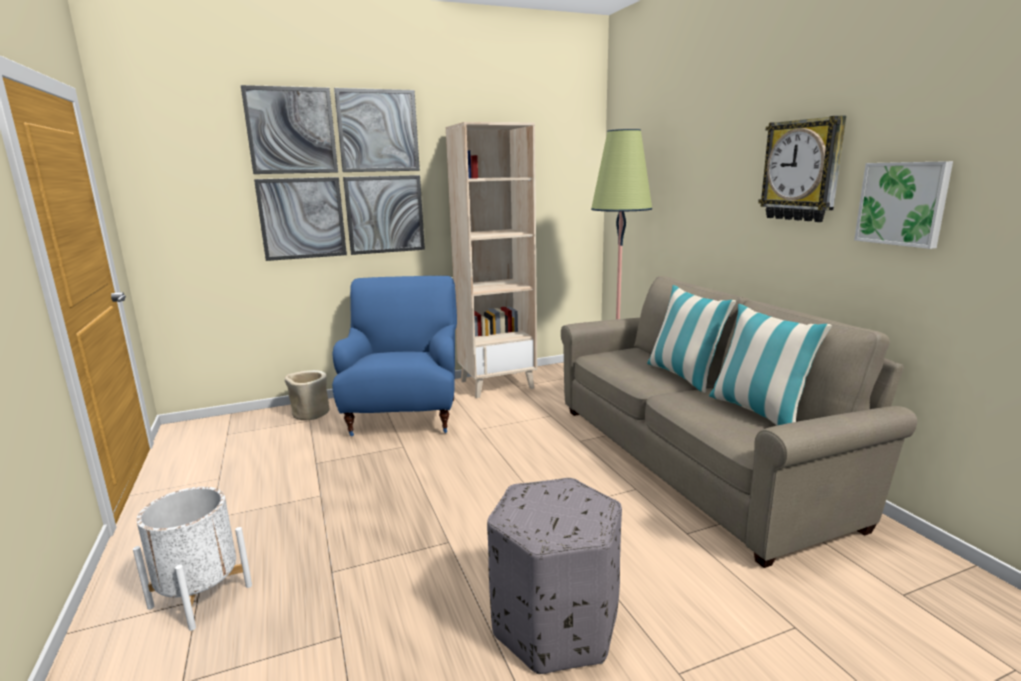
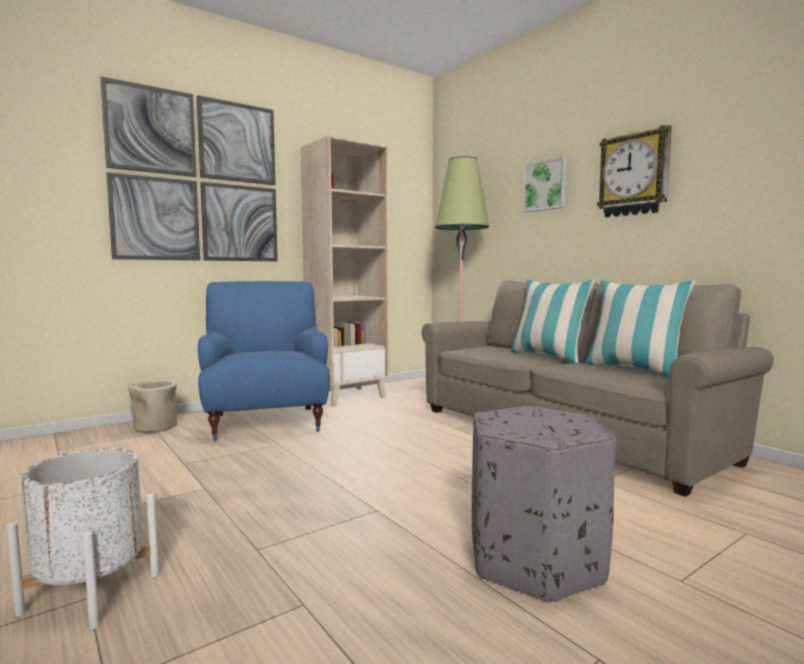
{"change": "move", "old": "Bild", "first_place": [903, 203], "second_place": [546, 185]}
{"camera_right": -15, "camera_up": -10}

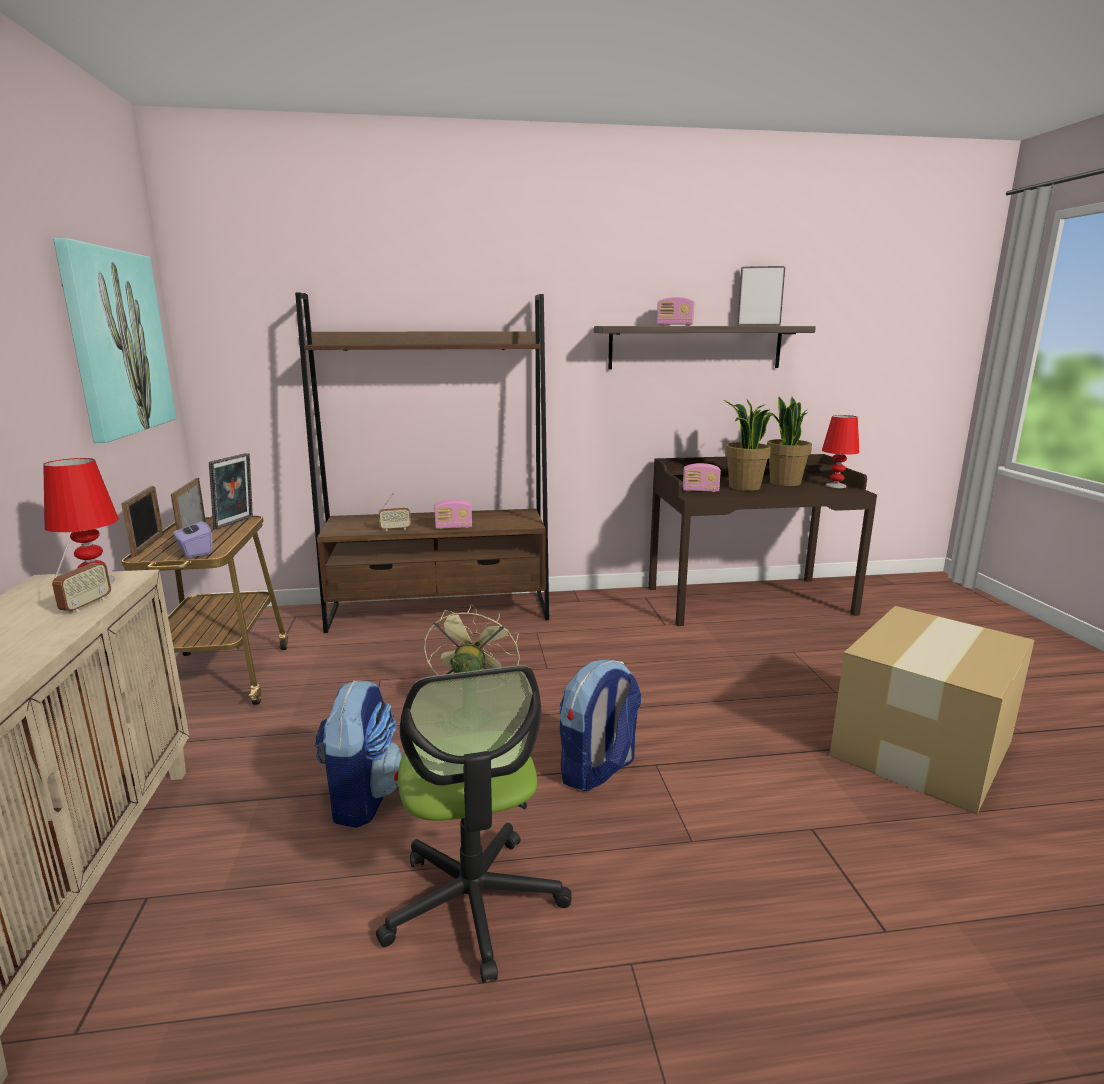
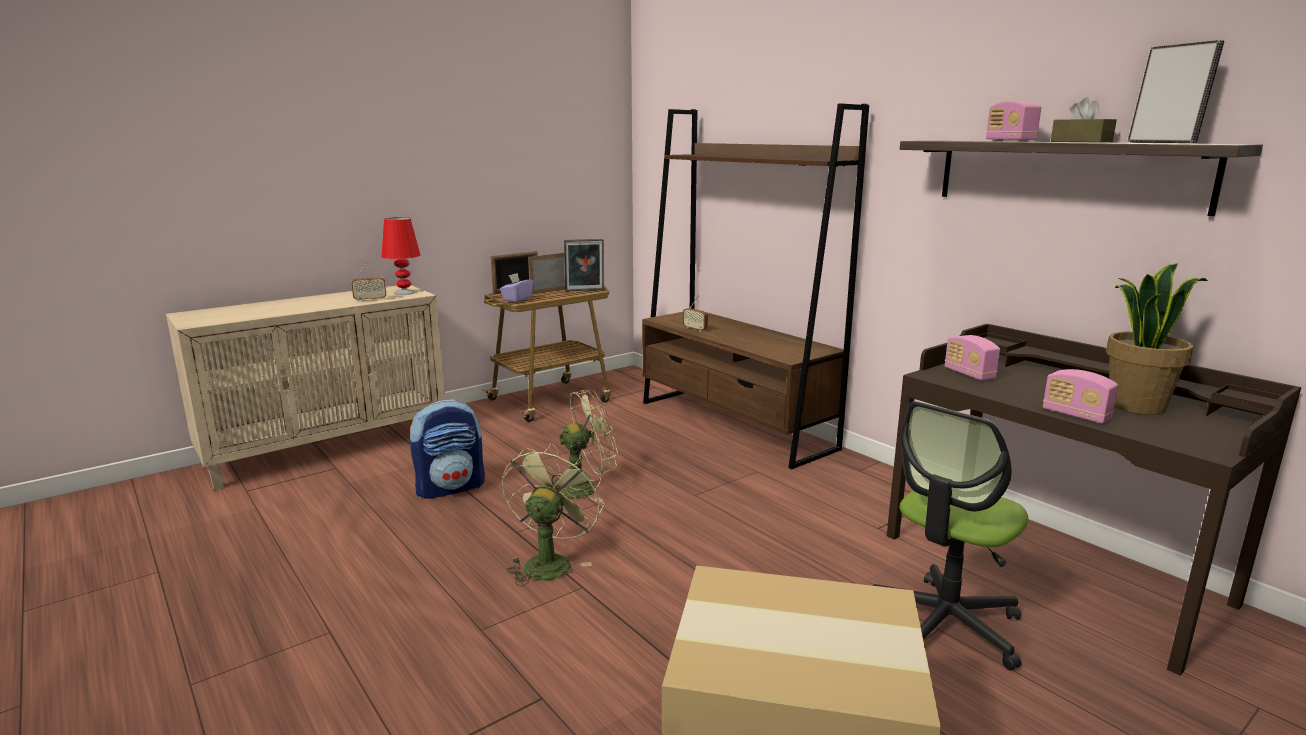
{"change": "delete", "old": "Bild", "first_place": [117, 342]}
{"change": "move", "old": "Bürostuhl", "first_place": [474, 903], "second_place": [944, 623]}
{"change": "move", "old": "Radio", "first_place": [453, 527], "second_place": [1076, 415]}
{"change": "replace", "old": "Rucksack", "new": "Ventilator (grün)", "first_place": [598, 771], "second_place": [549, 562]}
{"change": "delete", "old": "Topfpflanze", "first_place": [744, 487]}
{"change": "delete", "old": "Tischlampe (rot)", "first_place": [836, 486]}
{"change": "insert", "new": "Taschentuchbox (braun)", "second_place": [1081, 142]}
{"camera_right": 60, "camera_up": 0}

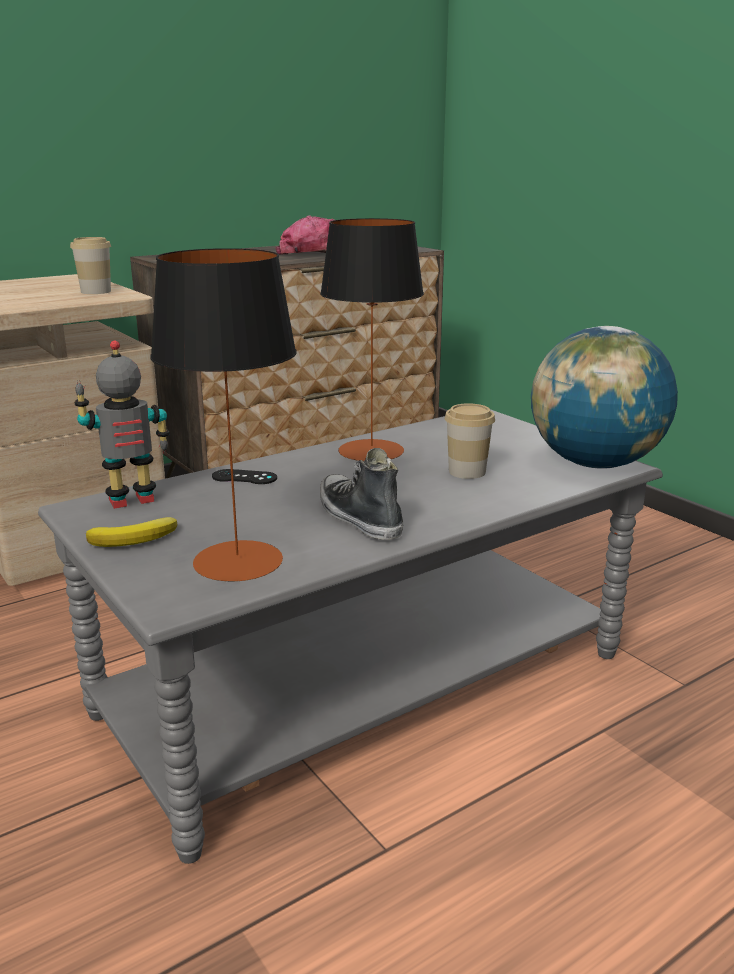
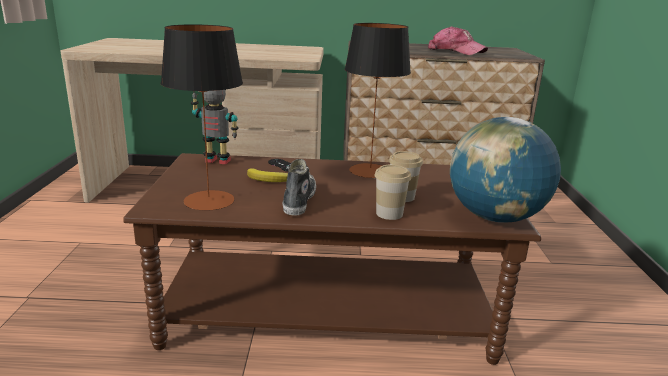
{"change": "recolor", "old": "Couchtisch (grau)", "new": "Couchtisch (braun)", "first_place": [365, 684], "second_place": [327, 310]}
{"change": "move", "old": "Tasse", "first_place": [96, 291], "second_place": [389, 214]}
{"change": "move", "old": "Banane", "first_place": [137, 538], "second_place": [270, 179]}
{"camera_right": 35, "camera_up": 0}

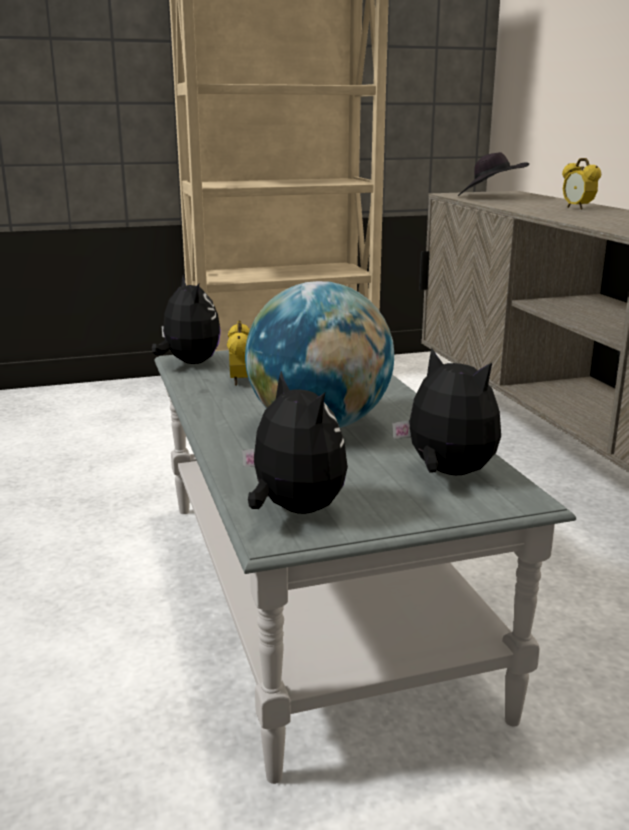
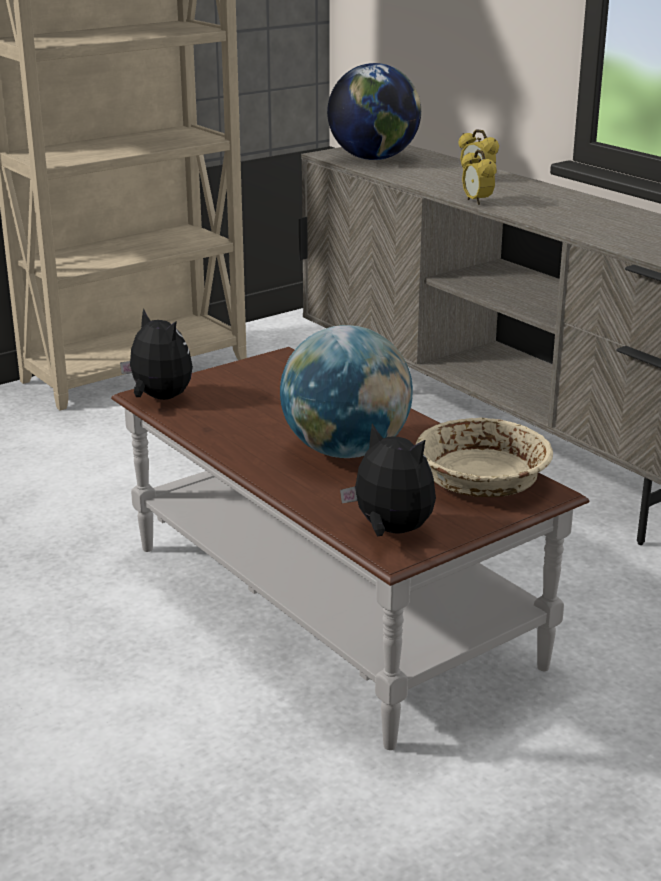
{"change": "recolor", "old": "Couchtisch (grau)", "new": "Couchtisch (braun)", "first_place": [314, 595], "second_place": [330, 604]}
{"change": "move", "old": "Wecker", "first_place": [241, 381], "second_place": [477, 202]}
{"change": "replace", "old": "Plüschtier", "new": "Schüssel (beige)", "first_place": [447, 473], "second_place": [480, 480]}
{"change": "replace", "old": "Hut (schwarz)", "new": "Globus", "first_place": [490, 197], "second_place": [373, 158]}
{"camera_right": -20, "camera_up": 5}

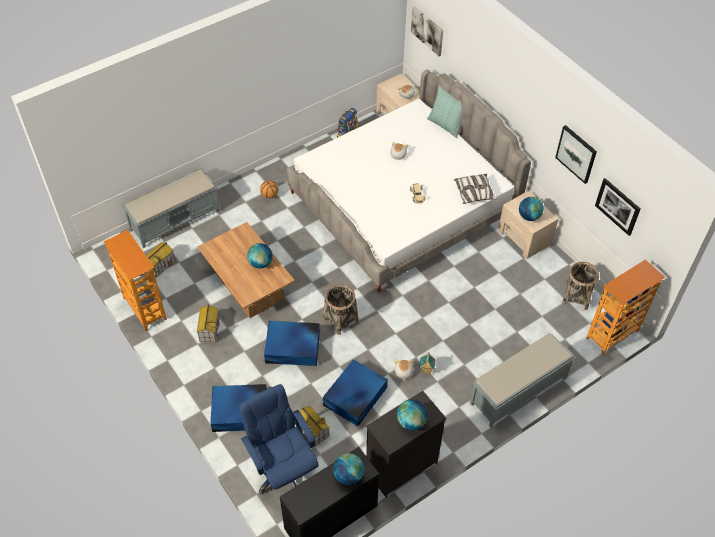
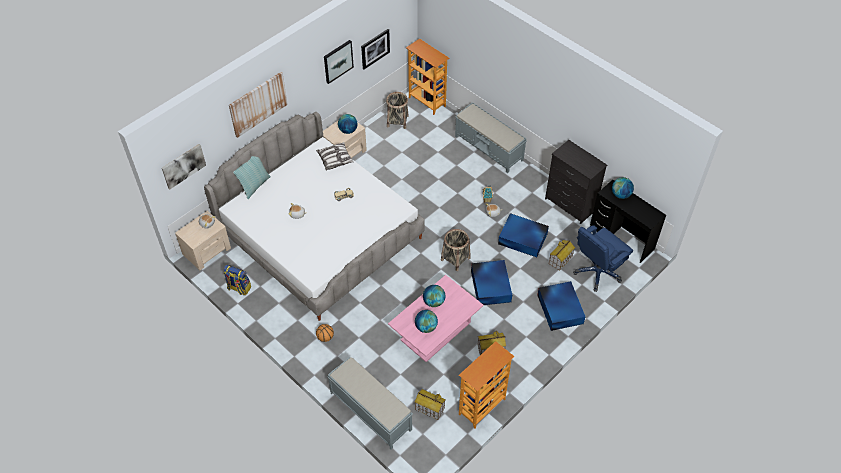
{"change": "recolor", "old": "Couchtisch (braun)", "new": "Couchtisch (rosa)", "first_place": [248, 285], "second_place": [435, 331]}
{"change": "move", "old": "Globus", "first_place": [411, 422], "second_place": [426, 327]}
{"change": "insert", "new": "Bild", "second_place": [258, 104]}
{"camera_right": -100, "camera_up": 0}

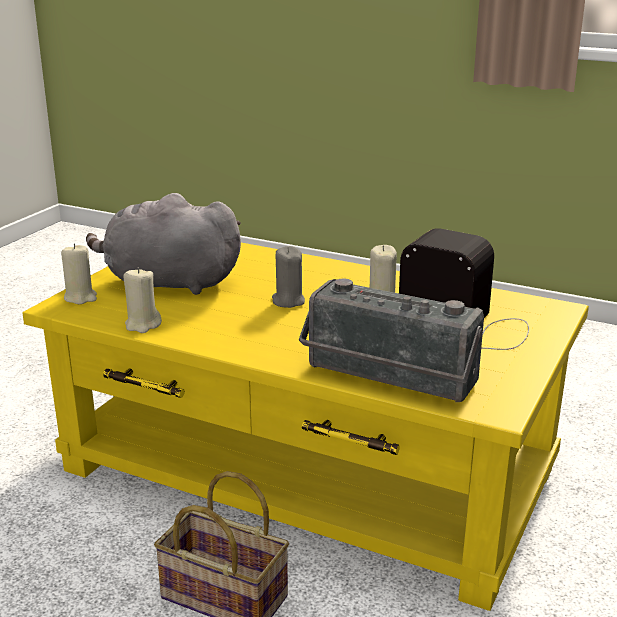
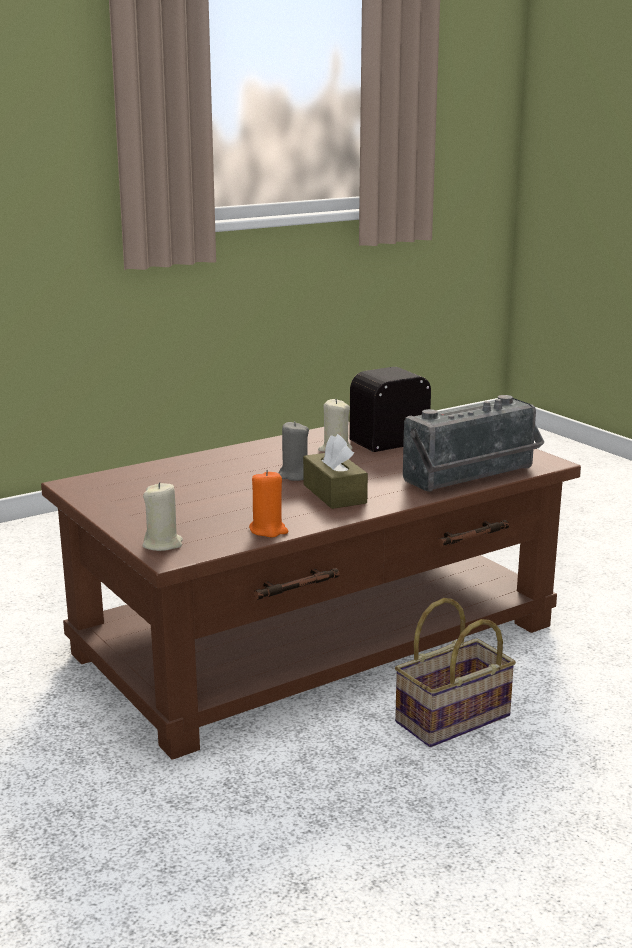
{"change": "recolor", "old": "Couchtisch (gelb)", "new": "Couchtisch (braun)", "first_place": [306, 469], "second_place": [314, 639]}
{"change": "delete", "old": "Plüschtier (grau)", "first_place": [167, 283]}
{"change": "recolor", "old": "Kerze (beige)", "new": "Kerze (orange)", "first_place": [143, 325], "second_place": [268, 530]}
{"change": "insert", "new": "Taschentuchbox (braun)", "second_place": [334, 494]}
{"camera_right": -60, "camera_up": -5}

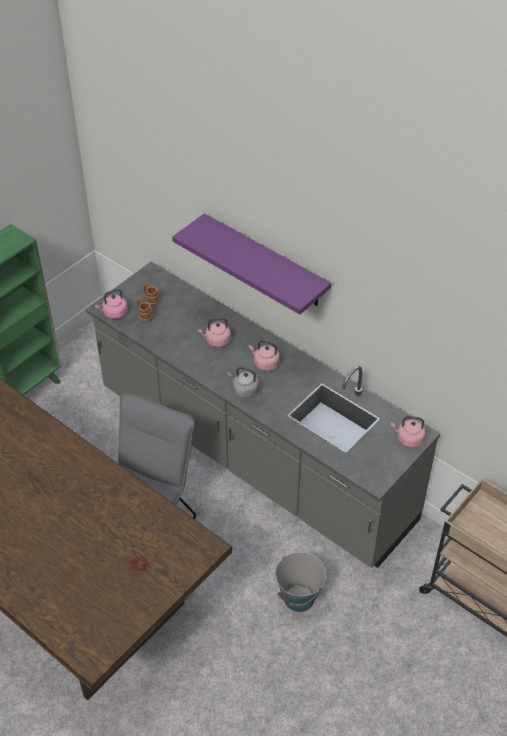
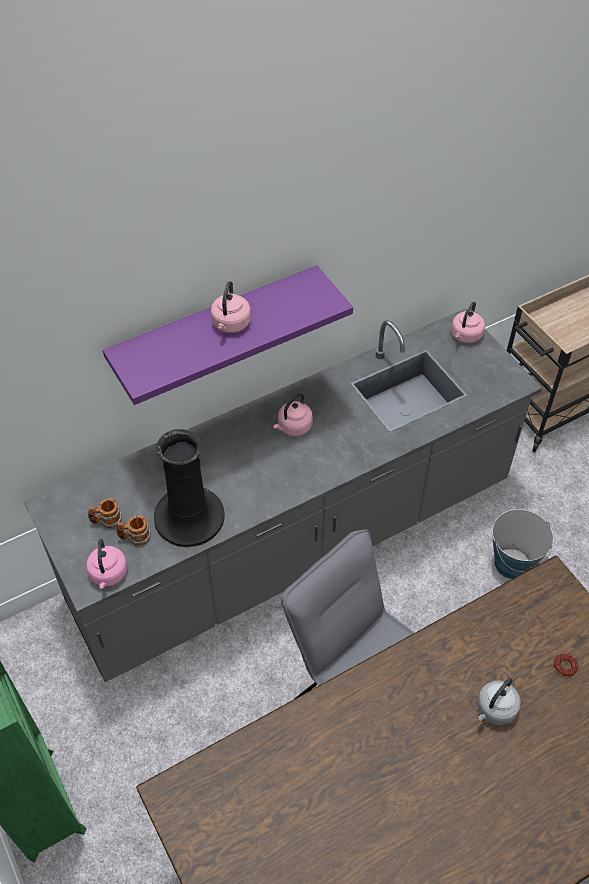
{"change": "move", "old": "Wasserkessel (rosa)", "first_place": [216, 341], "second_place": [230, 325]}
{"change": "move", "old": "Wasserkessel (grau)", "first_place": [244, 390], "second_place": [494, 710]}
{"change": "insert", "new": "Vase (schwarz)", "second_place": [189, 517]}
{"camera_right": -70, "camera_up": 5}

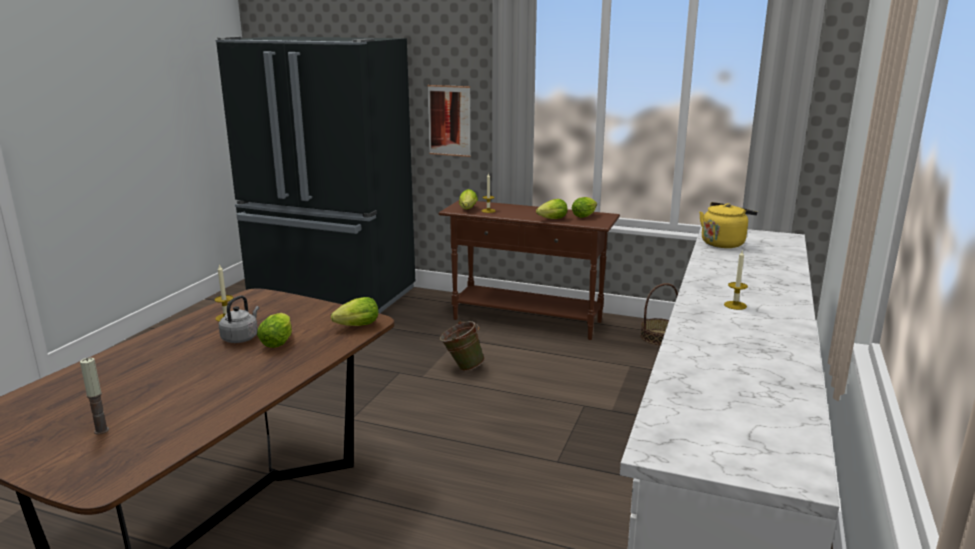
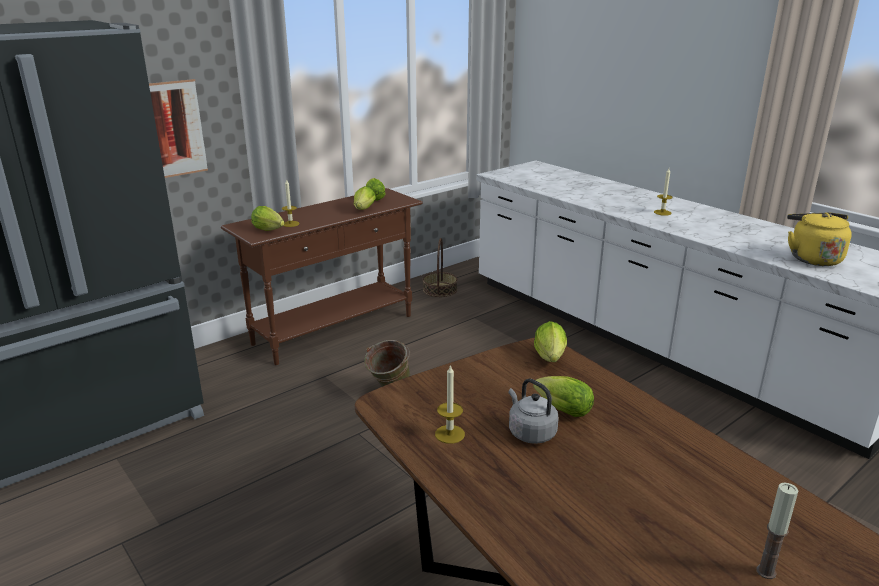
{"change": "move", "old": "Wasserkessel (gelb)", "first_place": [724, 243], "second_place": [812, 258]}
{"camera_right": -60, "camera_up": 5}

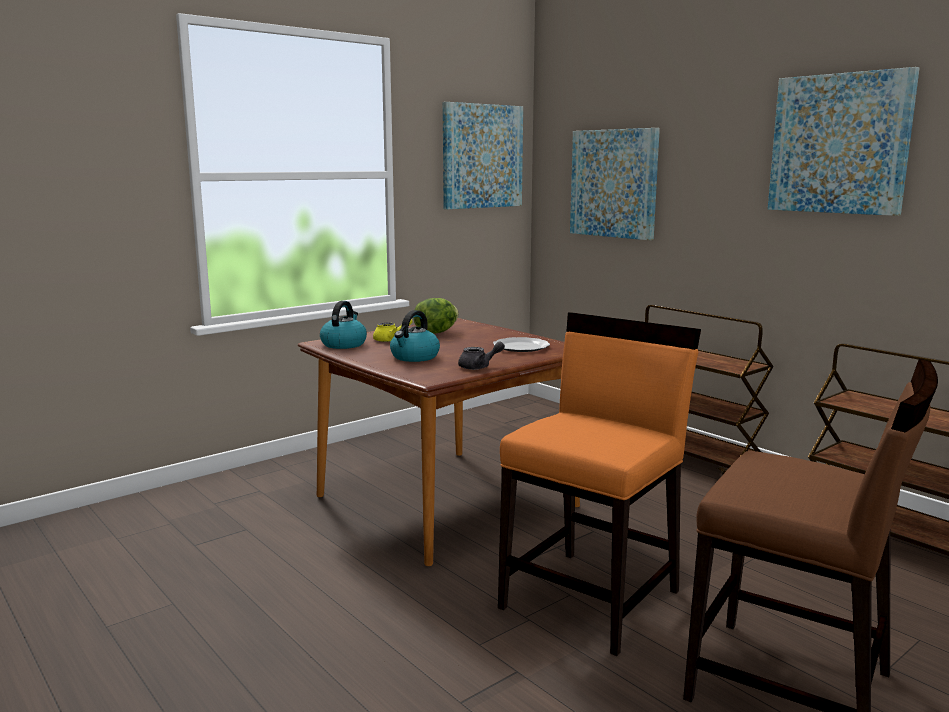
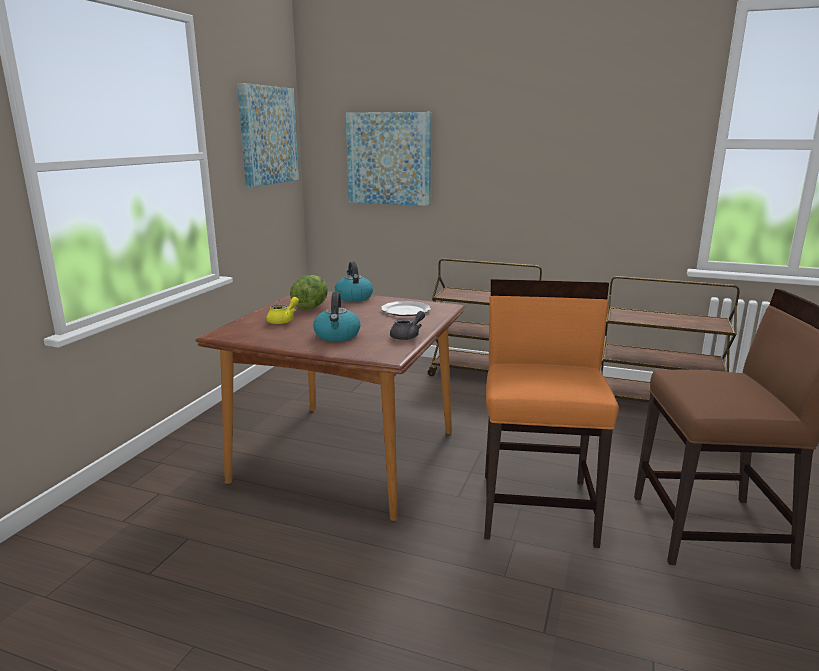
{"change": "move", "old": "Wasserkessel", "first_place": [344, 344], "second_place": [353, 297]}
{"change": "delete", "old": "Bild", "first_place": [839, 144]}
{"camera_right": -30, "camera_up": 5}

